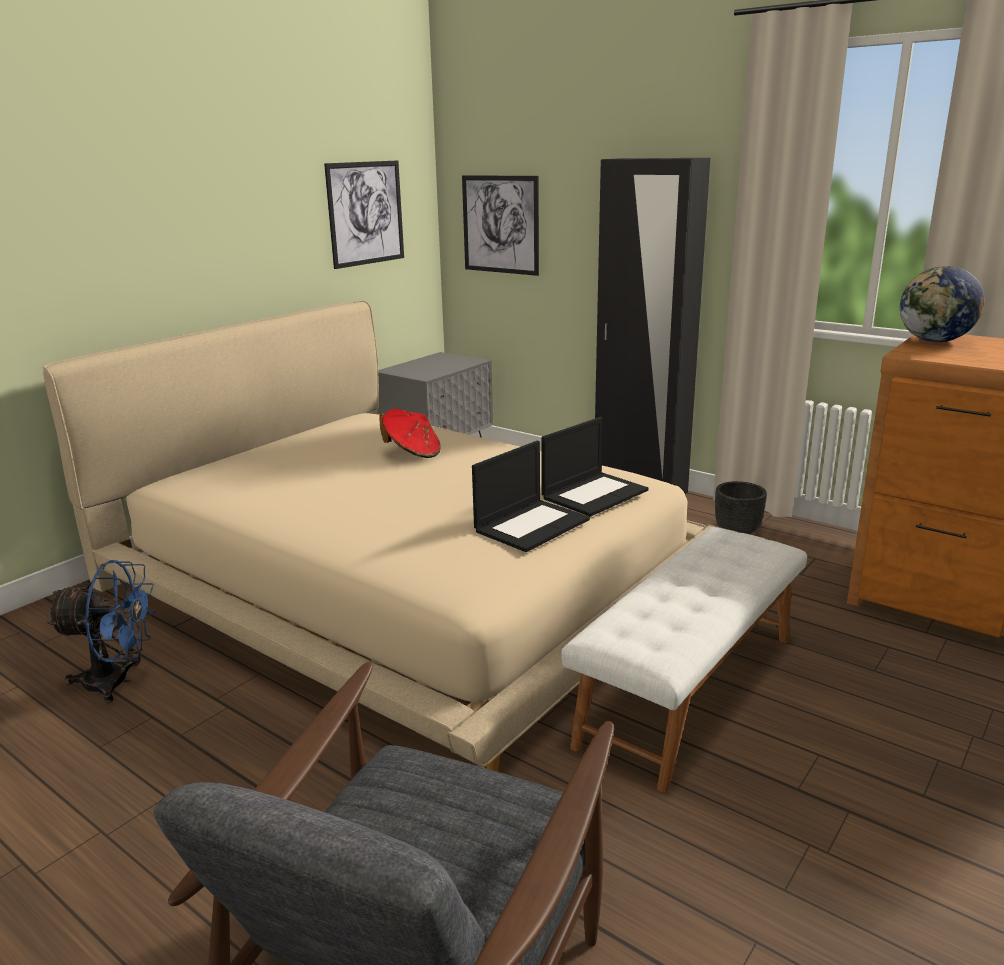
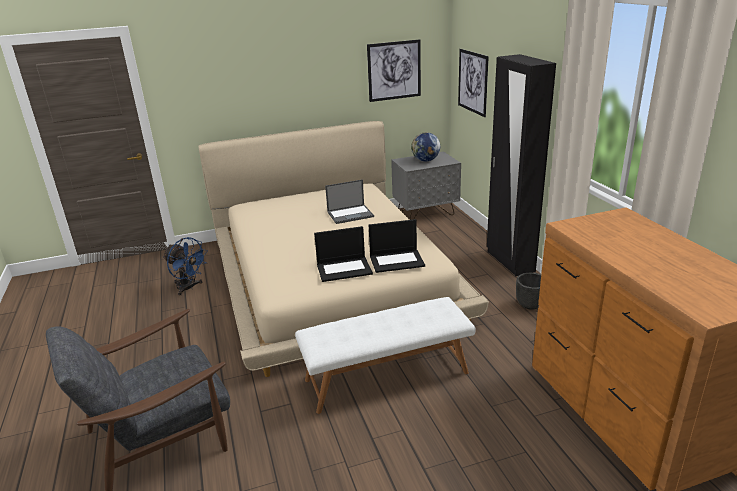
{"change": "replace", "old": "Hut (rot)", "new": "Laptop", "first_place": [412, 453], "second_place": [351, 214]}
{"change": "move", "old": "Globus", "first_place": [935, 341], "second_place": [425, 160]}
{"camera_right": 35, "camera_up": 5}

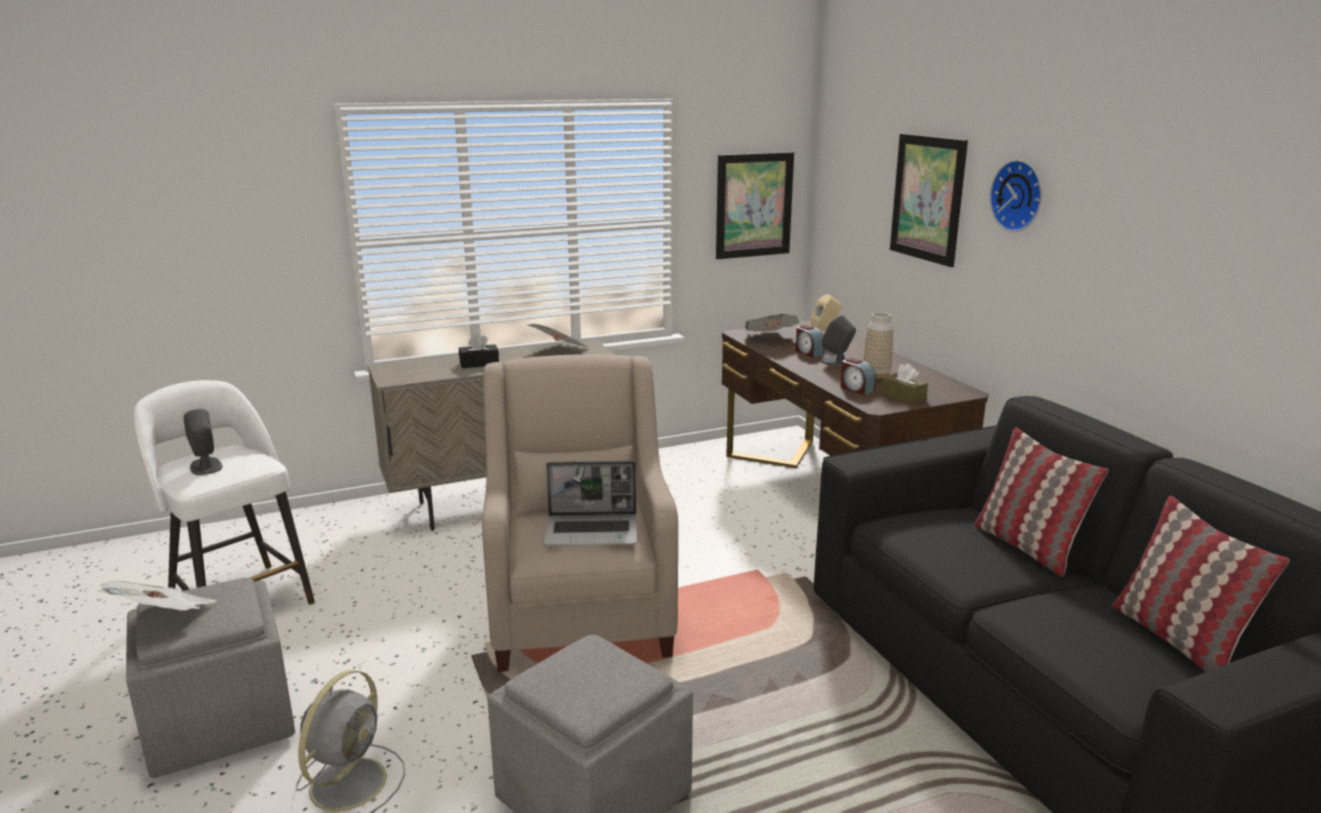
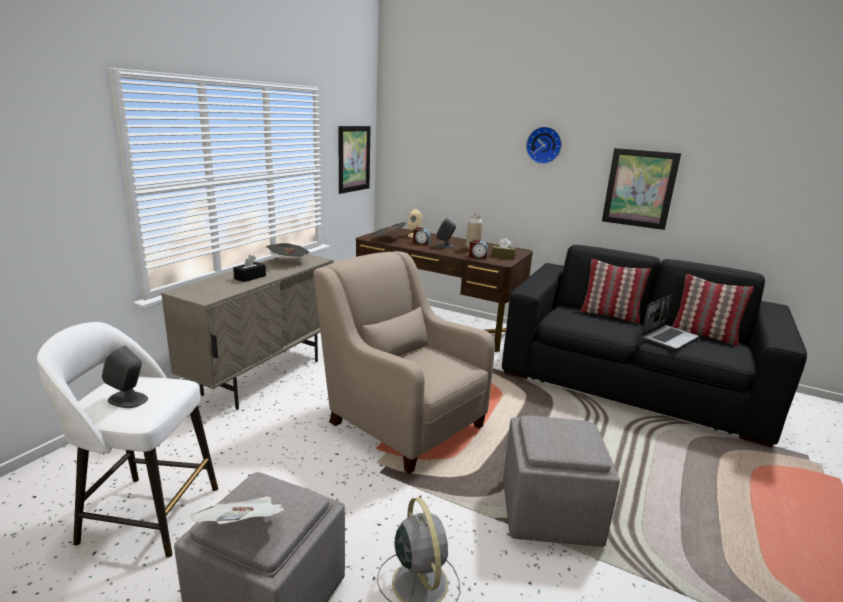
{"change": "move", "old": "Laptop", "first_place": [593, 532], "second_place": [668, 337]}
{"change": "move", "old": "Bild", "first_place": [927, 198], "second_place": [639, 188]}
{"camera_right": -40, "camera_up": 0}

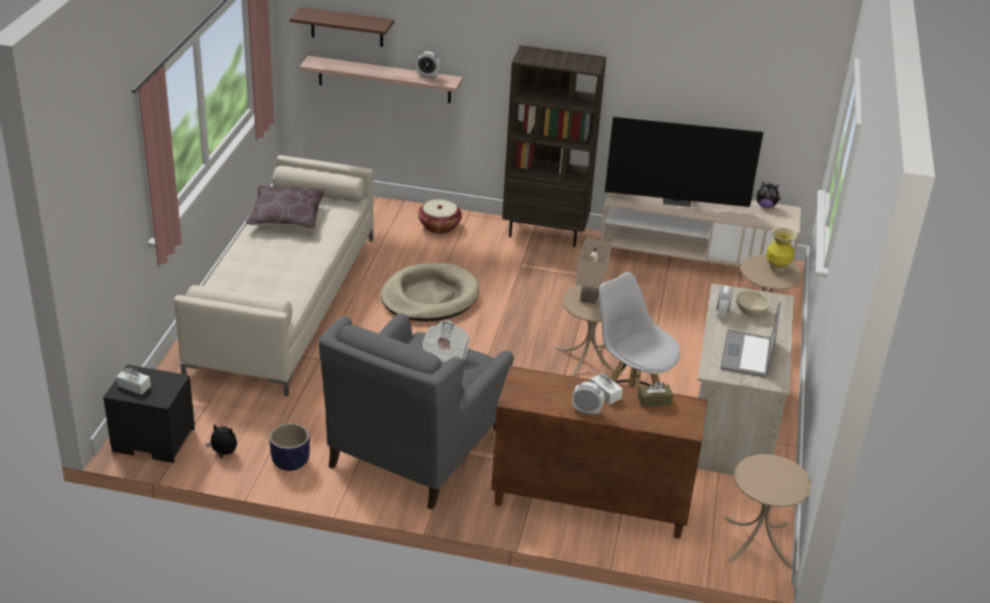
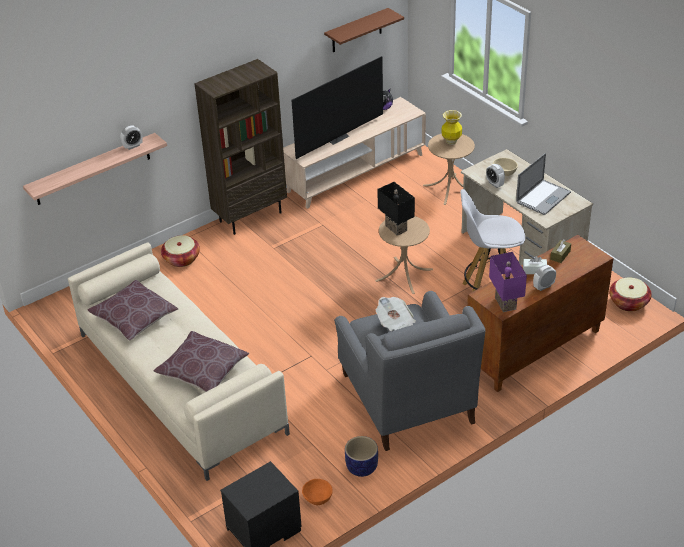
{"change": "delete", "old": "Taschentuchbox (weiß)", "first_place": [134, 386]}
{"change": "replace", "old": "Plüschtier", "new": "Schüssel (orange)", "first_place": [223, 453], "second_place": [317, 498]}
{"change": "move", "old": "Wandregal (braun)", "first_place": [347, 27], "second_place": [356, 31]}
{"change": "delete", "old": "Hundebett (beige)", "first_place": [429, 297]}
{"change": "recolor", "old": "Tischlampe (beige)", "new": "Tischlampe (schwarz)", "first_place": [591, 296], "second_place": [397, 228]}
{"change": "rotate", "old": "Laptop", "first_place": [747, 354], "second_place": [543, 197], "degrees": -105}
{"change": "replace", "old": "Beistelltisch (beige)", "new": "Korb", "first_place": [758, 542], "second_place": [628, 302]}
{"change": "insert", "new": "Kissen (braun)", "second_place": [203, 371]}
{"change": "insert", "new": "Tischlampe (lila)", "second_place": [504, 303]}
{"camera_right": -45, "camera_up": 5}

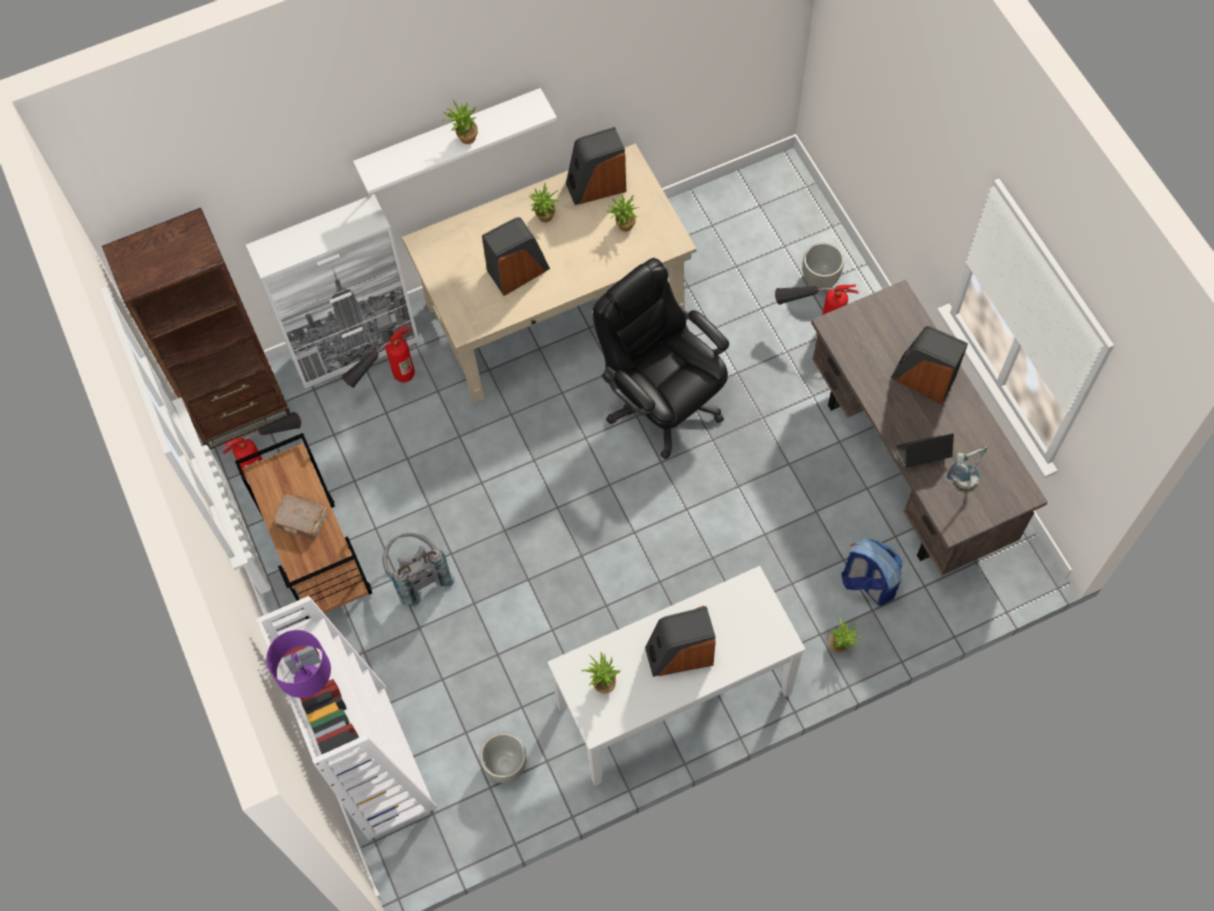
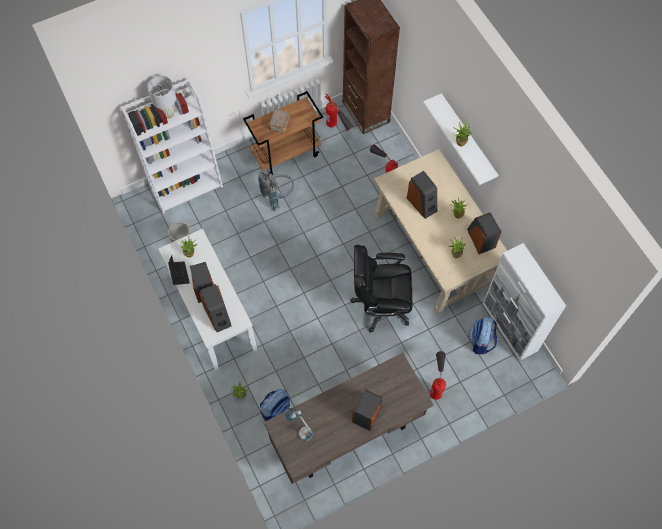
{"change": "move", "old": "Schrank (weiß)", "first_place": [356, 349], "second_place": [510, 327]}
{"change": "recolor", "old": "Tischlampe (lila)", "new": "Tischlampe (weiß)", "first_place": [313, 688], "second_place": [167, 113]}
{"change": "rotate", "old": "Bürostuhl (schwarz)", "first_place": [662, 401], "second_place": [381, 304], "degrees": -135}
{"change": "delete", "old": "Pflanzkübel (grau)", "first_place": [819, 279]}
{"change": "move", "old": "Laptop", "first_place": [922, 453], "second_place": [179, 274]}
{"change": "insert", "new": "Lautsprecher", "second_place": [218, 315]}
{"change": "insert", "new": "Rucksack", "second_place": [481, 341]}
{"camera_right": 85, "camera_up": 0}

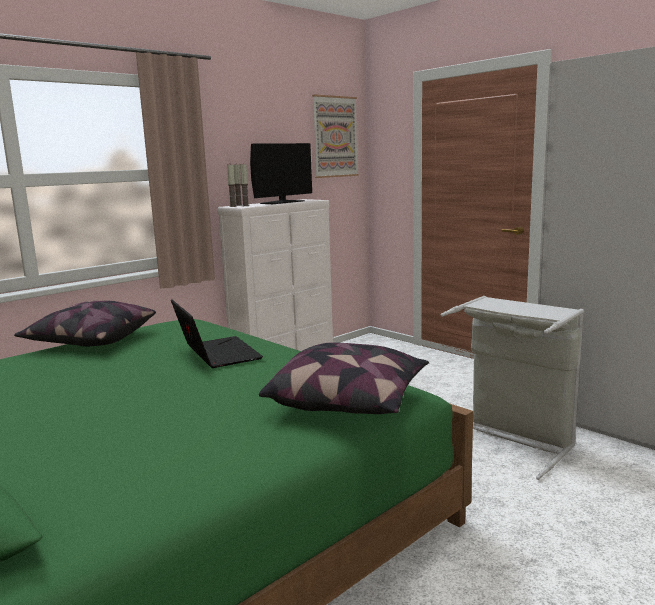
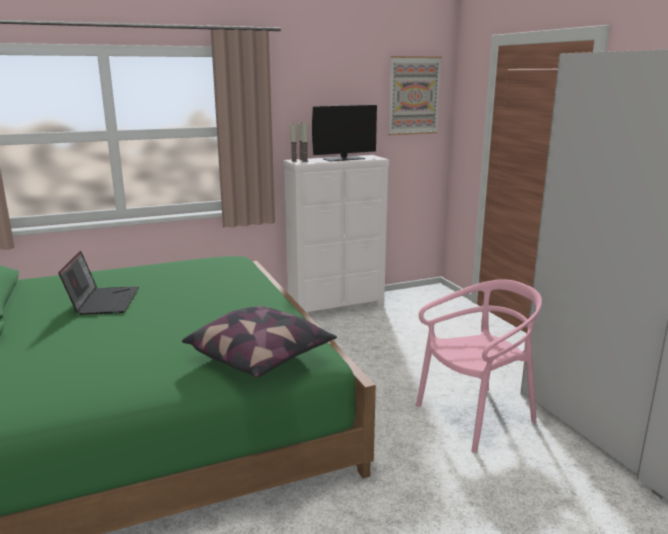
{"change": "delete", "old": "Kissen", "first_place": [90, 341]}
{"change": "move", "old": "Laptop", "first_place": [216, 354], "second_place": [103, 301]}
{"change": "replace", "old": "Wäschekorb (grau)", "new": "Stuhl (rosa)", "first_place": [512, 442], "second_place": [476, 417]}
{"camera_right": 20, "camera_up": 5}

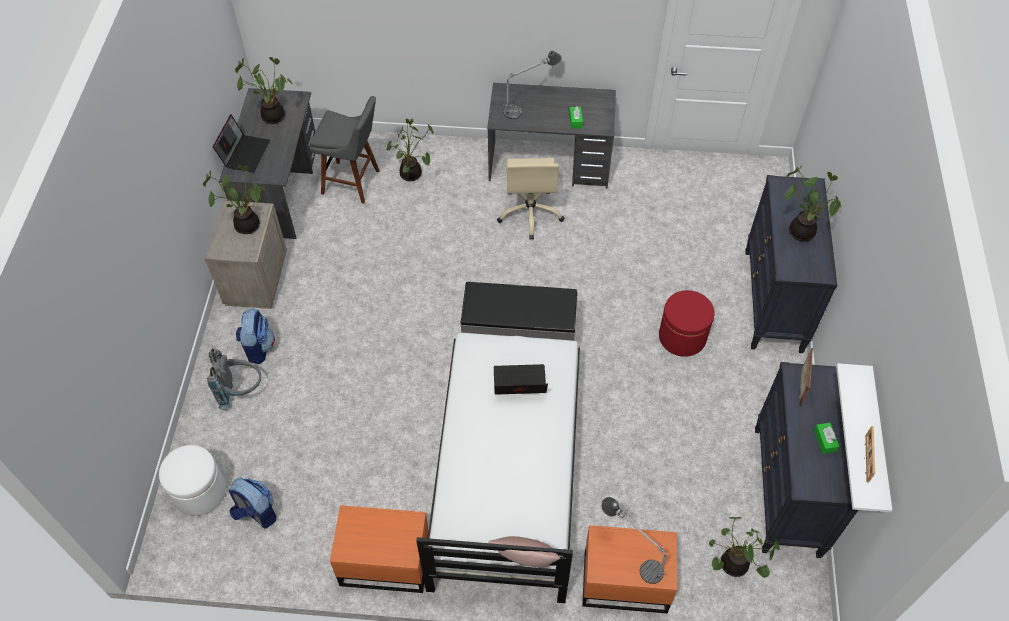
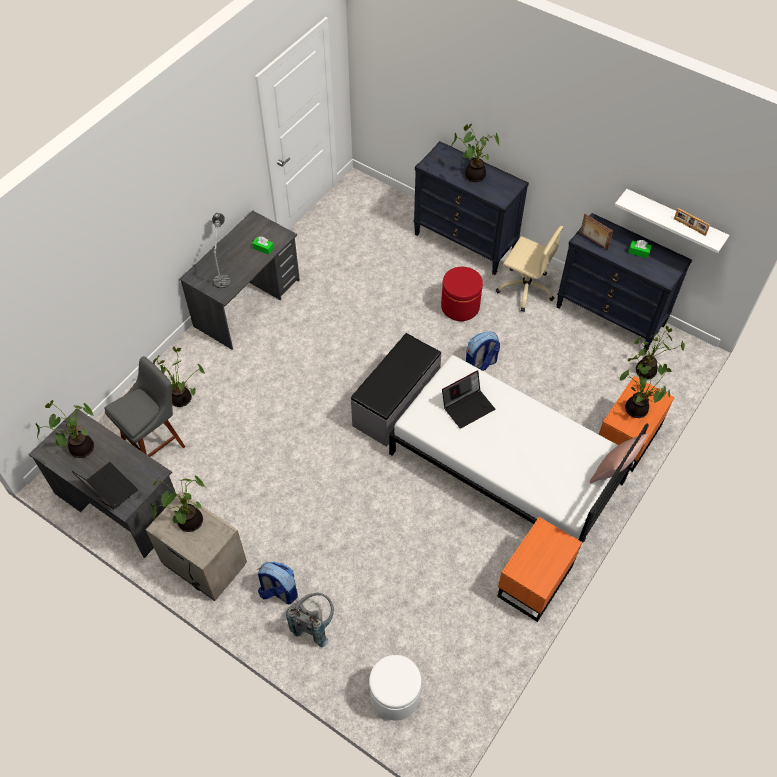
{"change": "move", "old": "Rucksack", "first_place": [256, 513], "second_place": [480, 364]}
{"change": "rotate", "old": "Laptop", "first_place": [519, 384], "second_place": [468, 406], "degrees": -150}
{"change": "move", "old": "Bürostuhl (beige)", "first_place": [530, 213], "second_place": [525, 289]}
{"change": "replace", "old": "Tischlampe", "new": "Topfpflanze", "first_place": [632, 554], "second_place": [637, 408]}
{"camera_right": -60, "camera_up": 0}

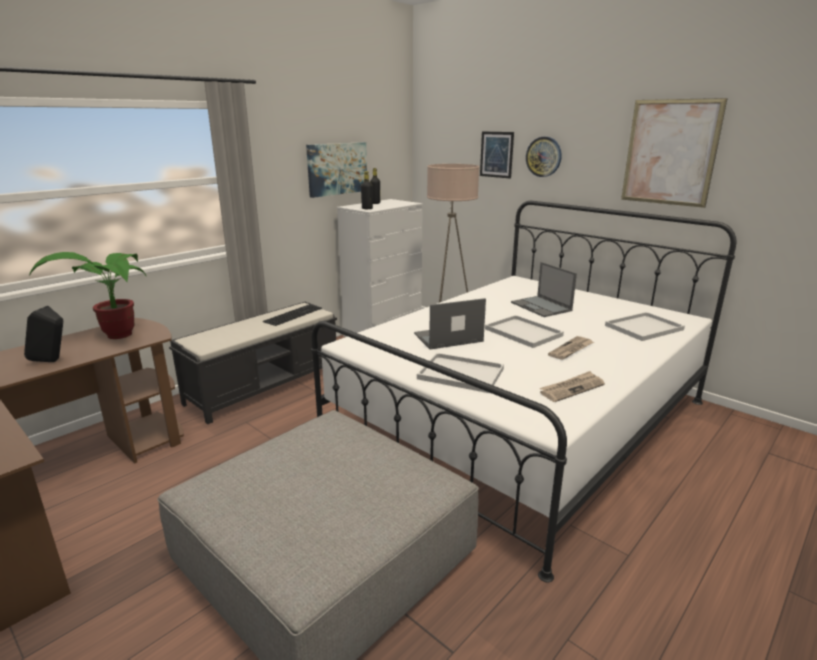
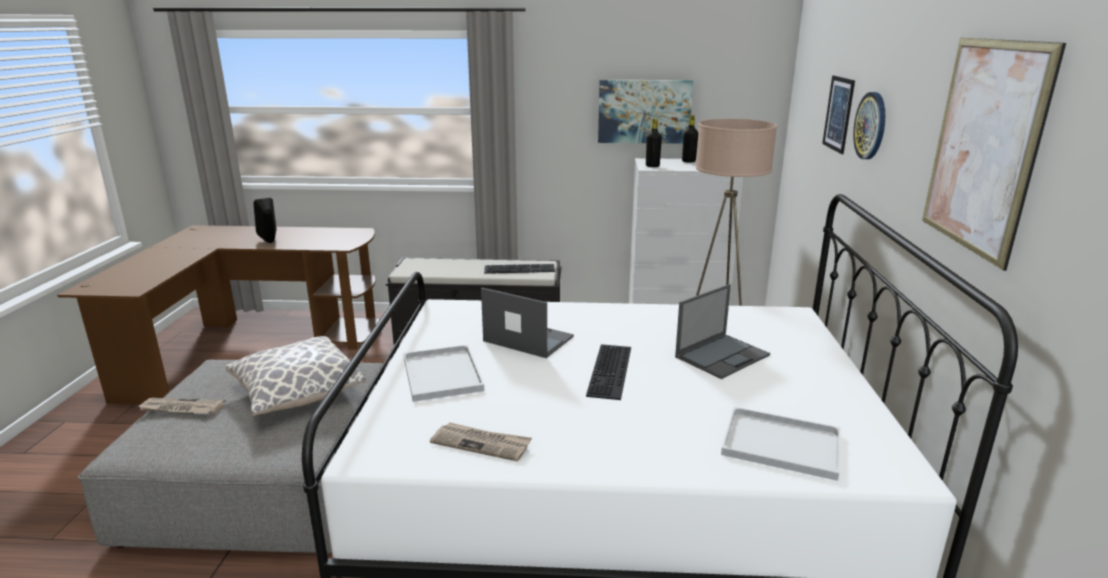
{"change": "delete", "old": "Topfpflanze", "first_place": [114, 336]}
{"change": "replace", "old": "Tablett (weiß)", "new": "Tastatur", "first_place": [525, 332], "second_place": [612, 371]}
{"change": "rotate", "old": "Laptop", "first_place": [541, 307], "second_place": [722, 355], "degrees": -150}
{"change": "move", "old": "Zeitung", "first_place": [571, 350], "second_place": [181, 408]}
{"change": "insert", "new": "Kissen", "second_place": [297, 393]}
{"camera_right": 50, "camera_up": 0}

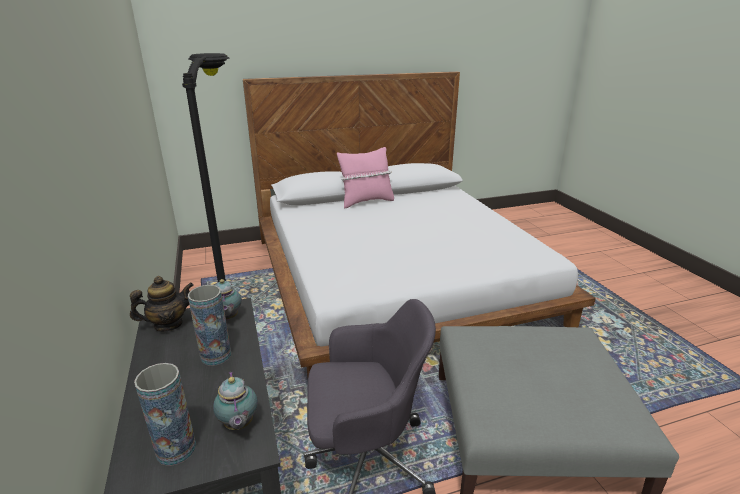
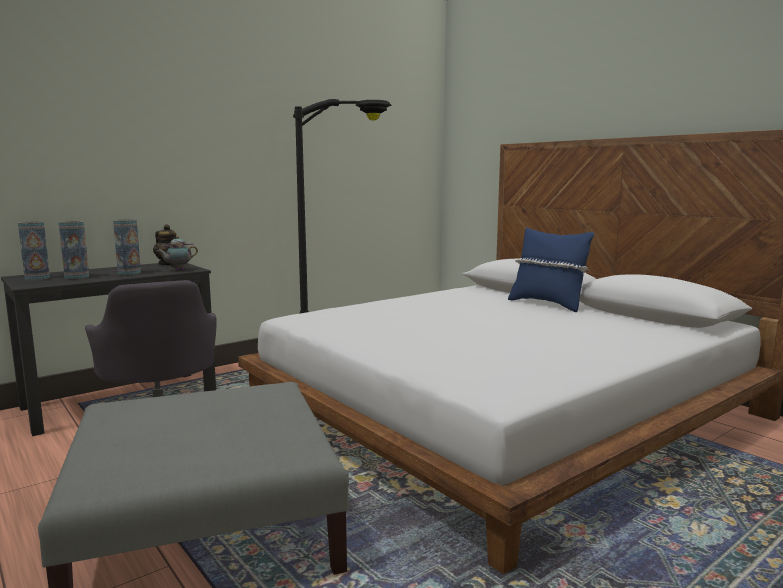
{"change": "delete", "old": "Teekanne", "first_place": [238, 425]}
{"change": "recolor", "old": "Kissen (rosa)", "new": "Kissen (blau)", "first_place": [366, 201], "second_place": [547, 304]}
{"change": "insert", "new": "Vase", "second_place": [77, 277]}
{"camera_right": 70, "camera_up": -15}

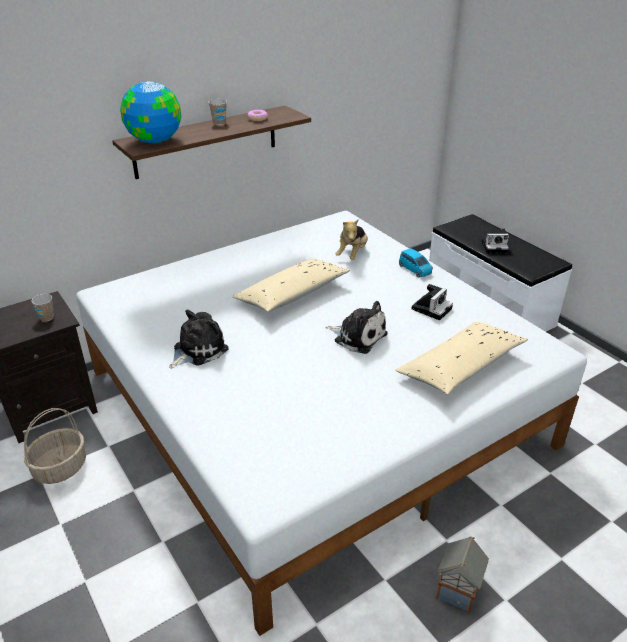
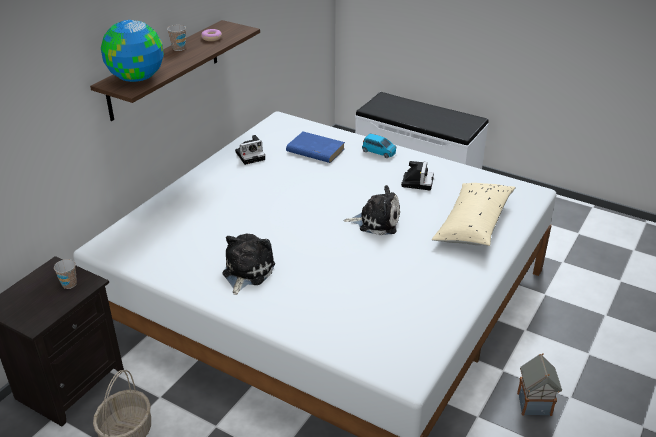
{"change": "delete", "old": "Kissen (beige)", "first_place": [292, 294]}
{"change": "replace", "old": "Plüschtier", "new": "Buch (blau)", "first_place": [352, 254], "second_place": [315, 150]}
{"change": "move", "old": "Kamera", "first_place": [495, 247], "second_place": [251, 155]}
{"camera_right": -25, "camera_up": 0}

